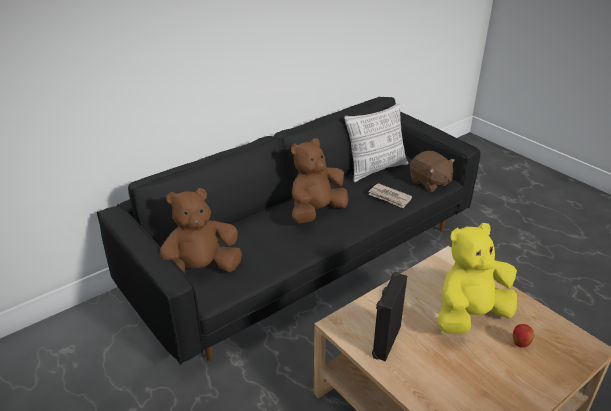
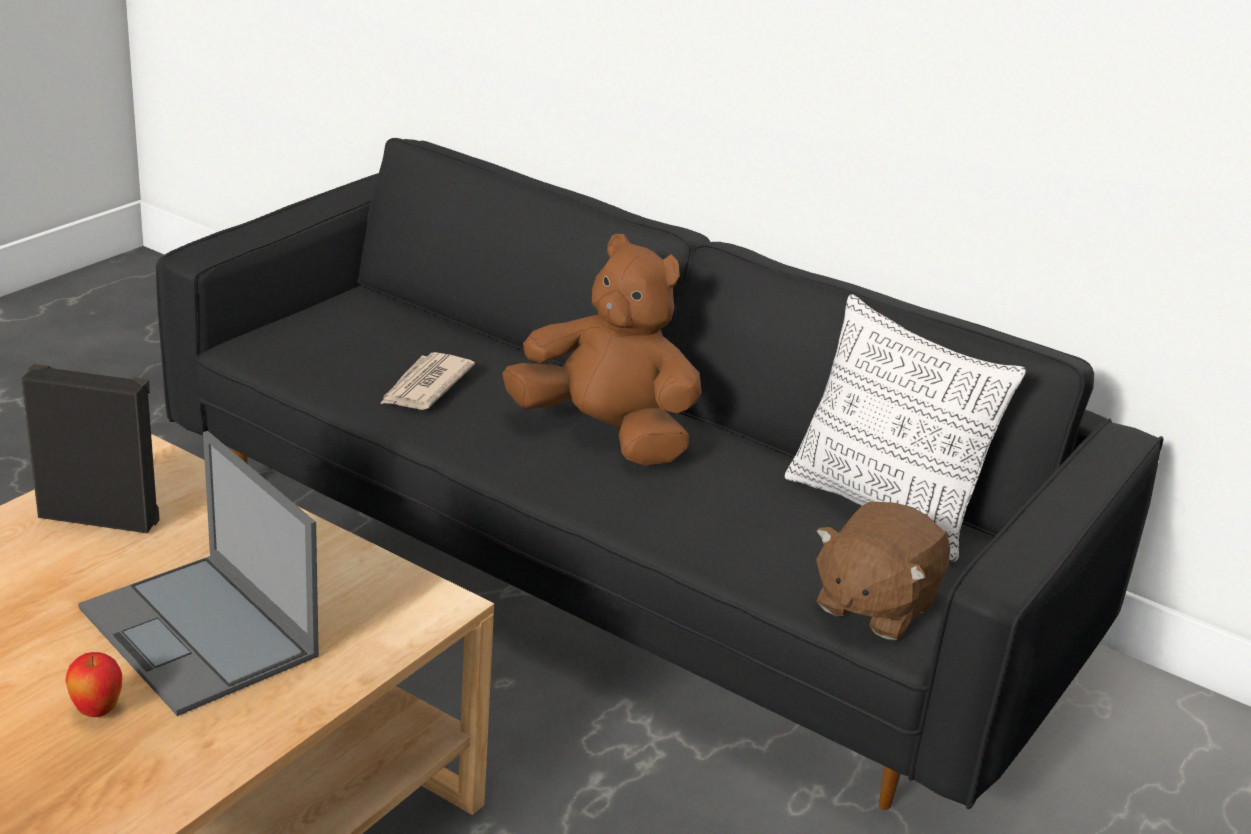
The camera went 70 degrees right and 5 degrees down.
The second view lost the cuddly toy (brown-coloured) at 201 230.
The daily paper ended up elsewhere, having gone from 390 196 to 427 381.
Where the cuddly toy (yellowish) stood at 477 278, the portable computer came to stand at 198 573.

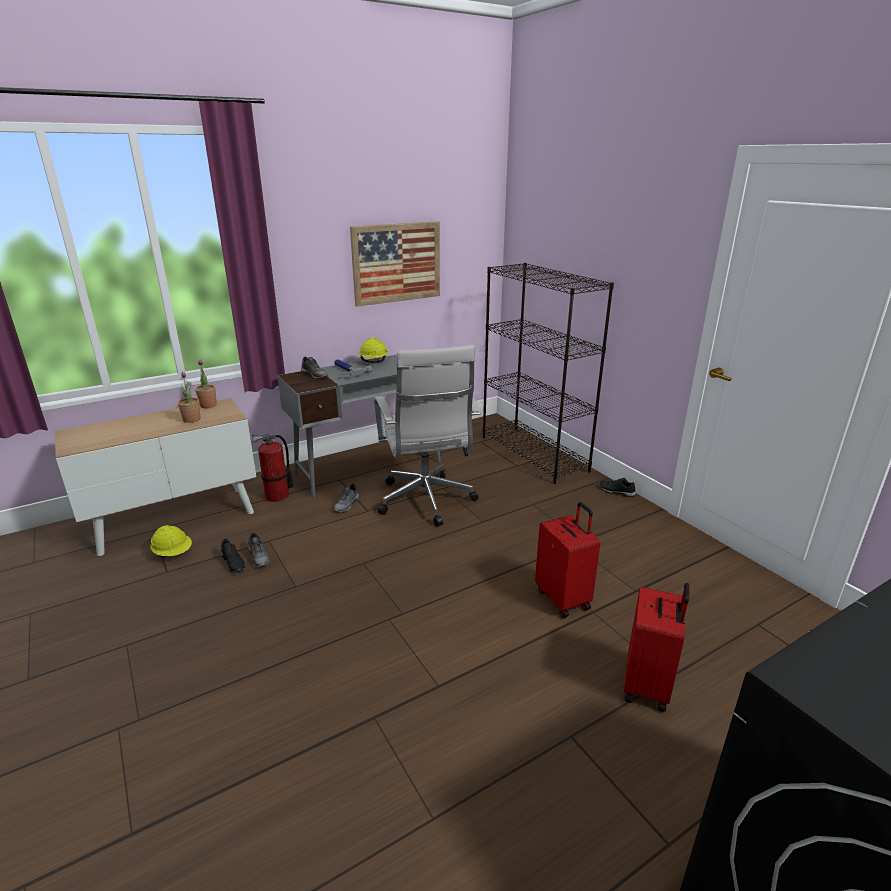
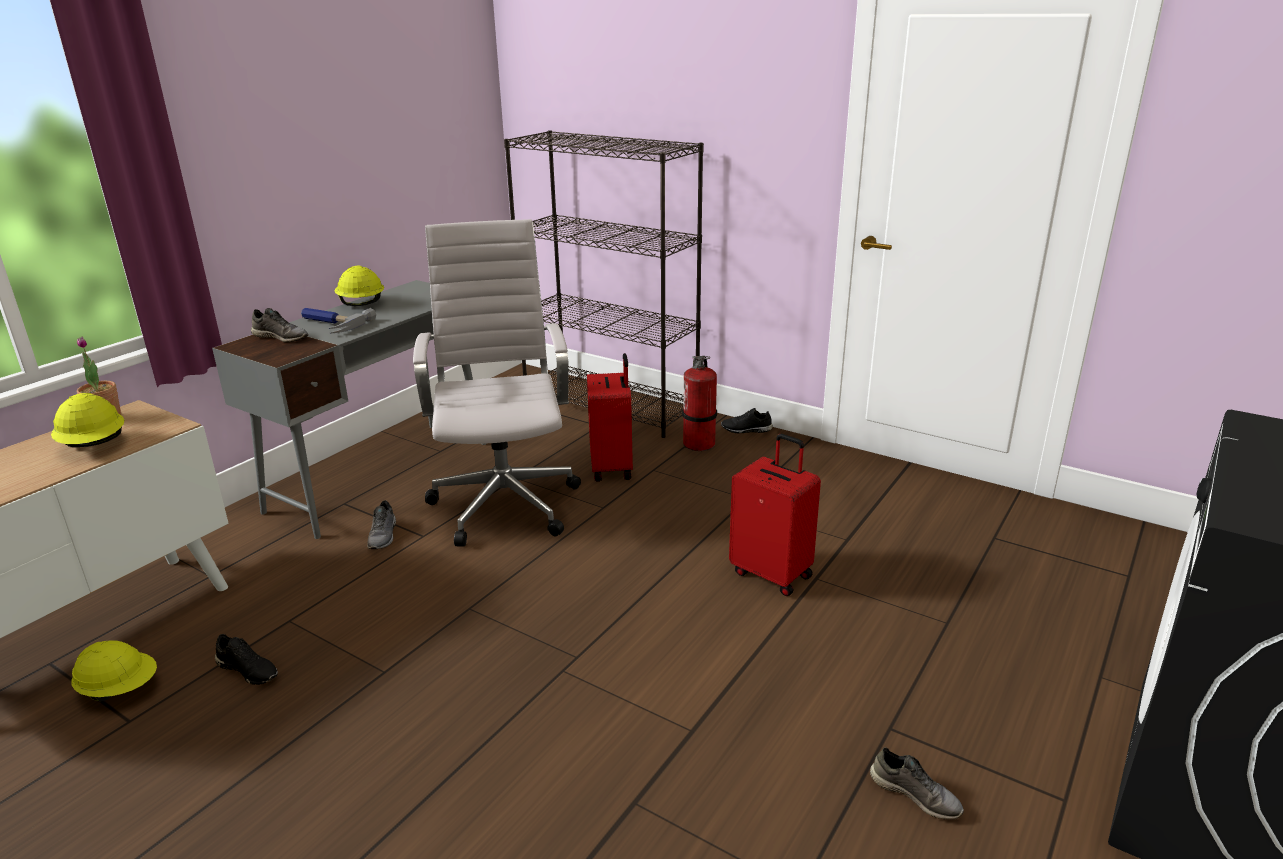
The camera went 25 degrees left and 0 degrees up.
The second view lost the wall picture at 395 264.
The item of footwear (greyish) ended up elsewhere, having gone from 259 550 to 917 783.
The fire-fighting cylinder ended up elsewhere, having gone from 272 468 to 699 403.
The suitcase (red-coloured) ended up elsewhere, having gone from 656 647 to 610 417.
Where the potted plant stood at 189 397, the hard hat (yellowish) came to stand at 87 420.
The computer chair (white-coloured) at 427 435 ended up facing another way, 150 degrees counterclockwise from before.

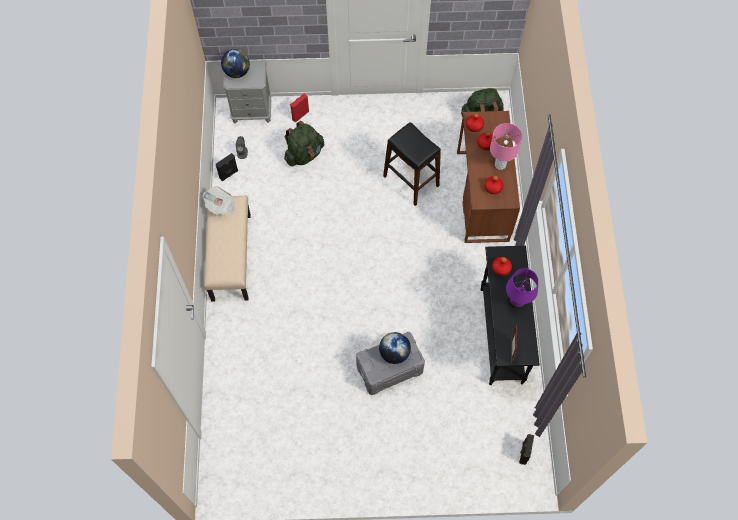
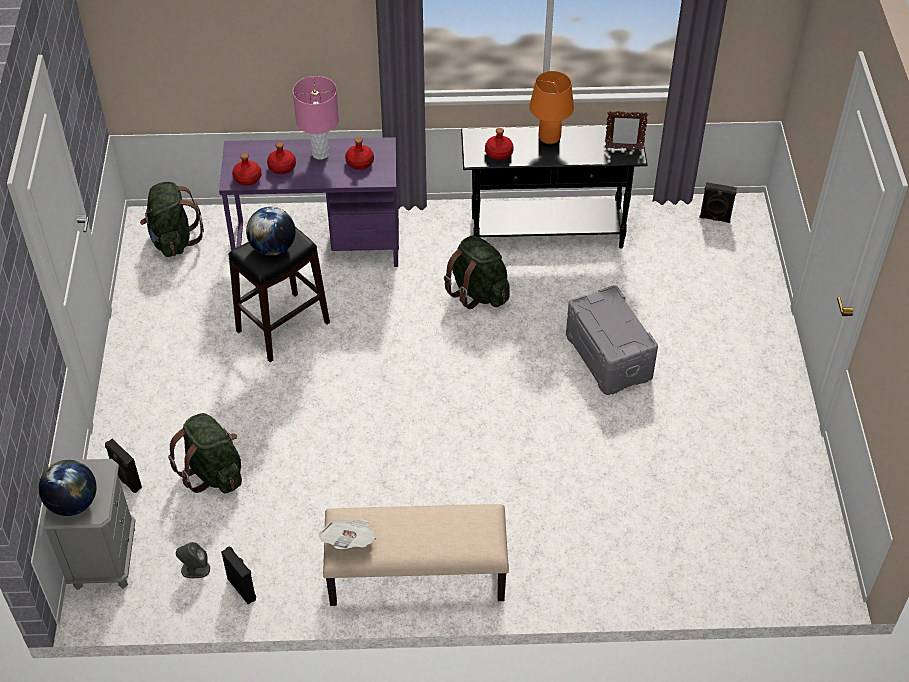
The camera went 90 degrees left and 15 degrees down.
The second view gained the knapsack (greenish) at 477 272.
The world globe ended up elsewhere, having gone from 395 348 to 271 231.
What was the speaker (red-coloured) at 299 108 turned into the speaker (black-coloured) at 123 466.
What was the desk (brown-coloured) at 488 177 turned into the desk (purple-coloured) at 309 202.
What was the table lamp (purple-coloured) at 522 288 turned into the table lamp (orange-coloured) at 551 109.

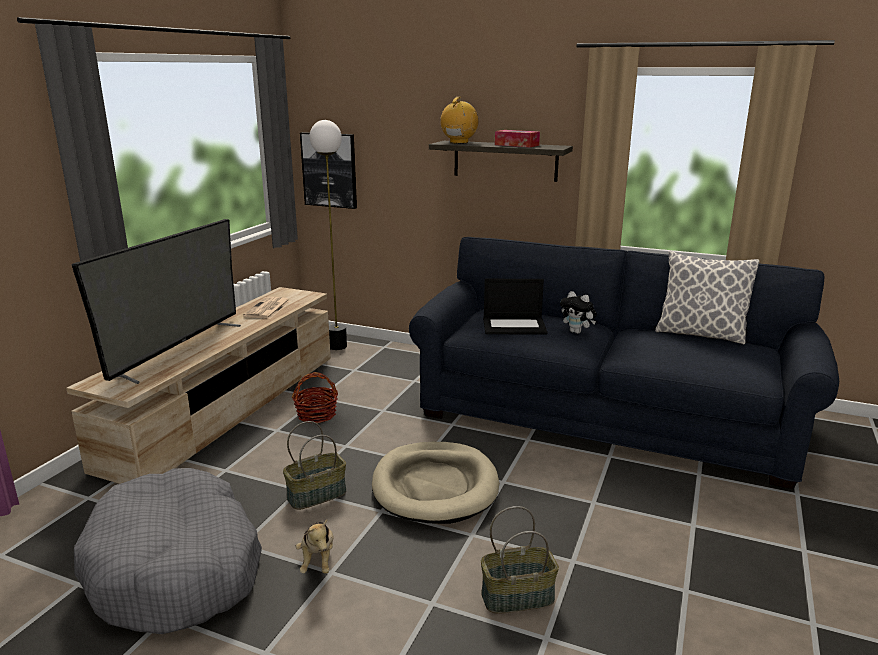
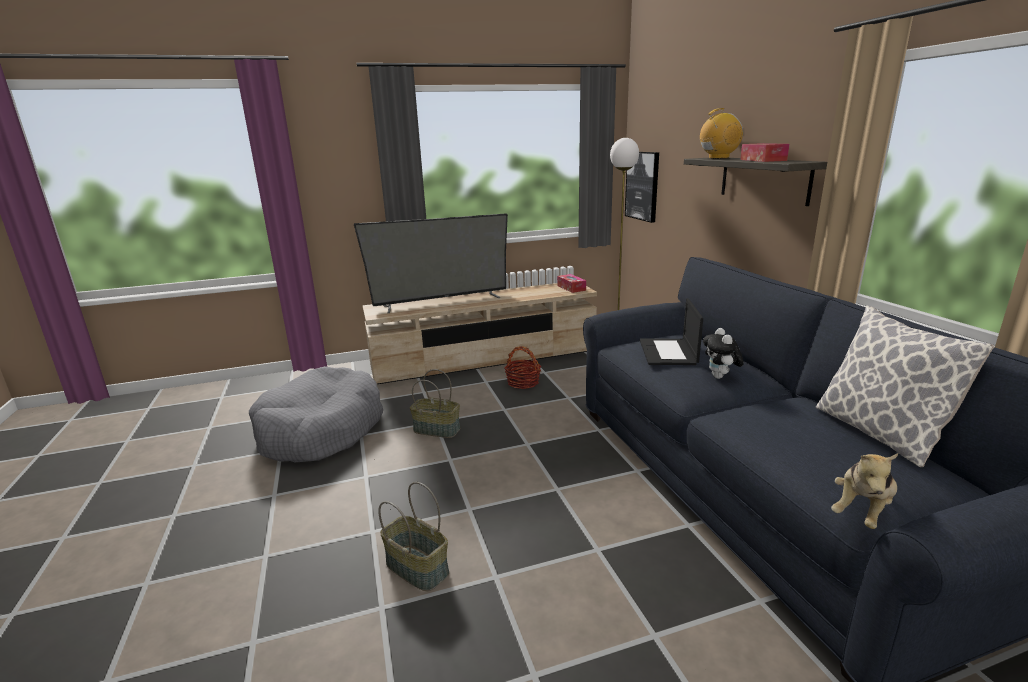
The camera went 50 degrees right and 0 degrees up.
The second view lost the daily paper at 267 308.
The second view lost the dog cushion (beige) at 435 483.
The second view gained the tissue box at 571 283.
The cuddly toy ended up elsewhere, having gone from 314 546 to 864 491.
The portable computer at 515 307 ended up facing another way, 45 degrees clockwise from before.

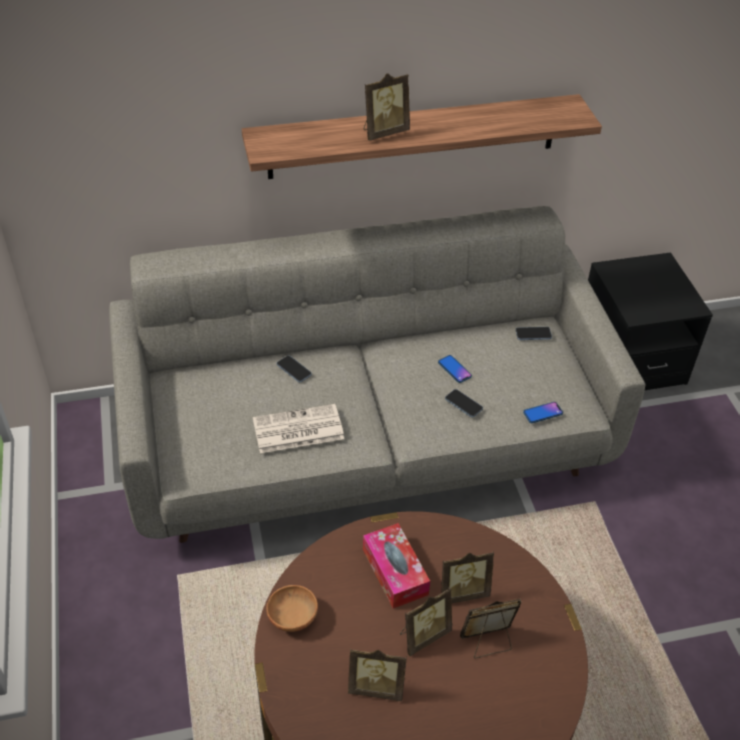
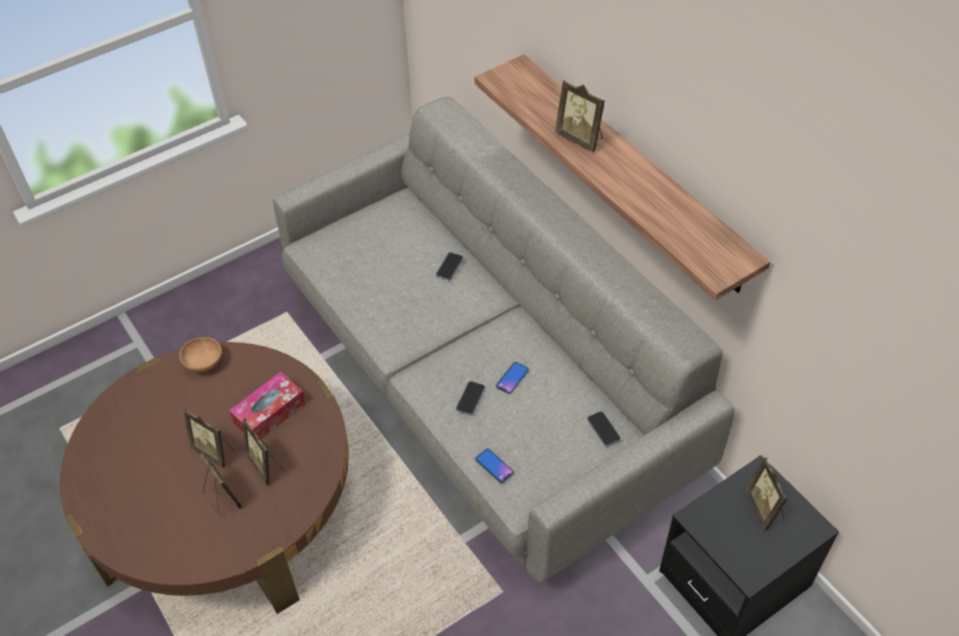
The camera went 70 degrees right and 5 degrees up.
The second view lost the daily paper at 298 428.
The standing frame ended up elsewhere, having gone from 377 675 to 766 494.

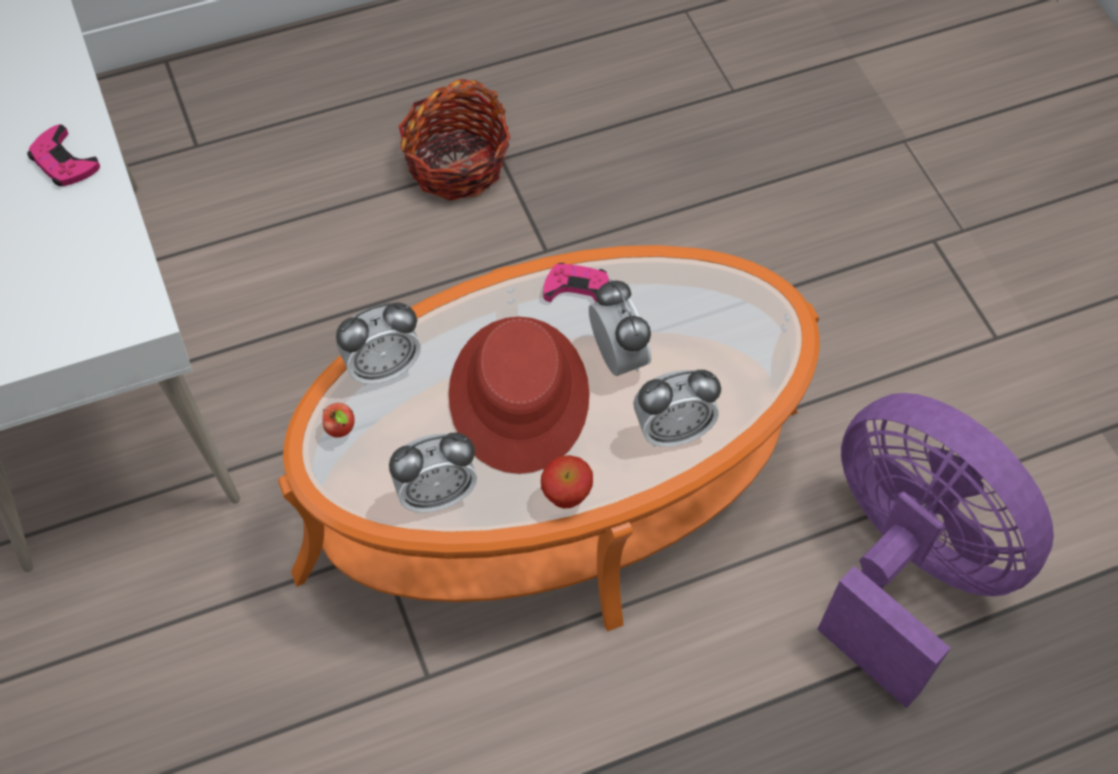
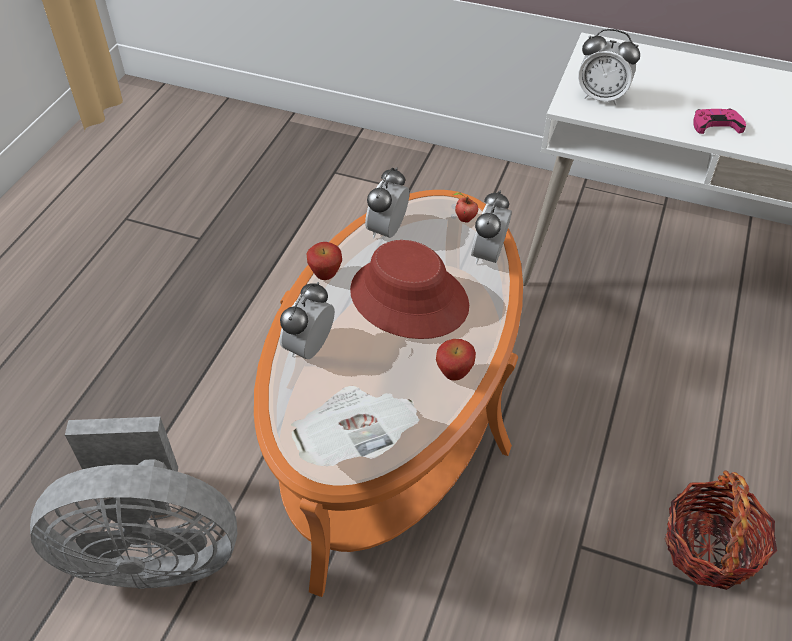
The camera went 135 degrees right and 10 degrees down.
The second view gained the daily paper at 355 426.
The bedside clock ended up elsewhere, having gone from 620 327 to 609 67.
Where the joypad (pink) stood at 576 283, the apple came to stand at 456 360.
What was the cooling fan (purple-coloured) at 935 550 turned into the cooling fan (greyish) at 134 503.

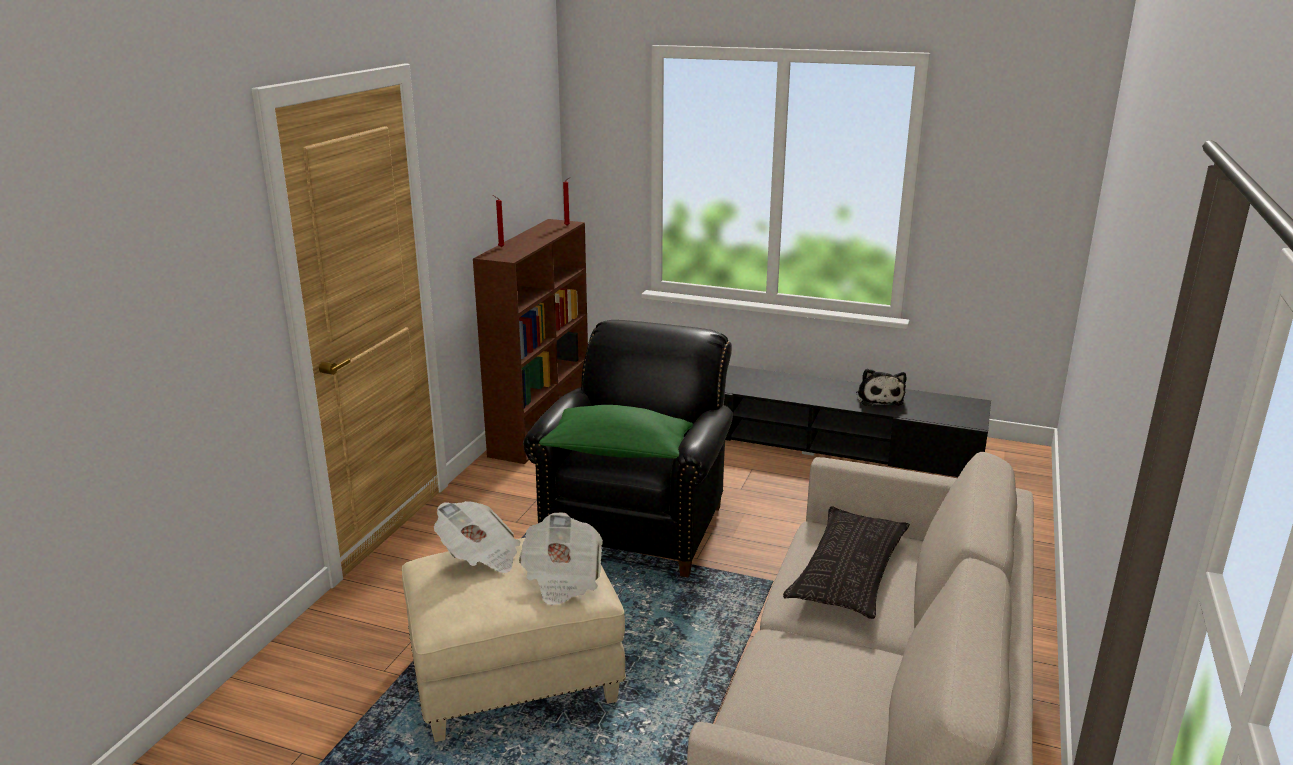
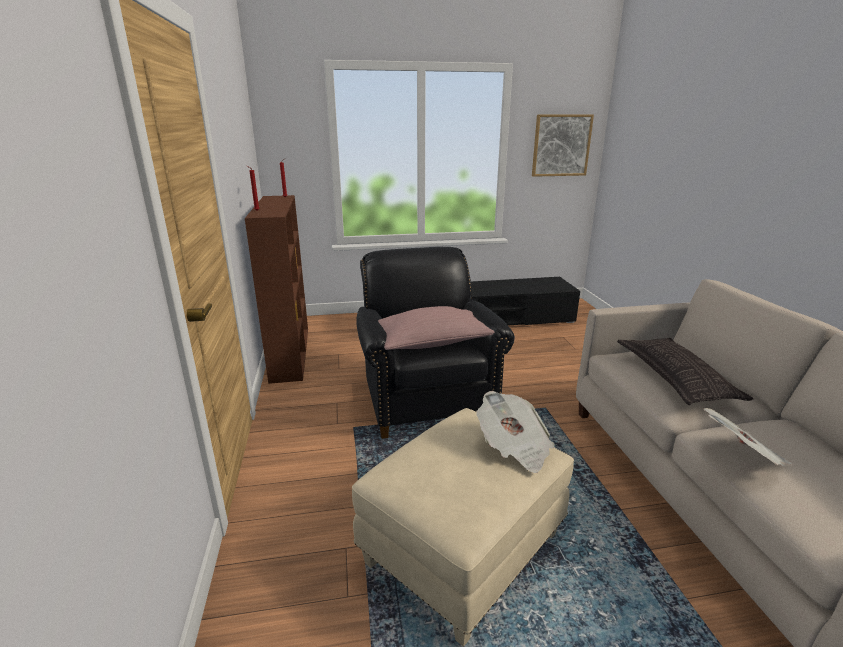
The camera went 30 degrees left and 0 degrees up.
The second view lost the cuddly toy at 881 387.
The second view gained the wall picture at 563 146.
The daily paper ended up elsewhere, having gone from 477 537 to 748 437.
What was the throw pillow (greenish) at 616 432 turned into the throw pillow (pink) at 436 328.

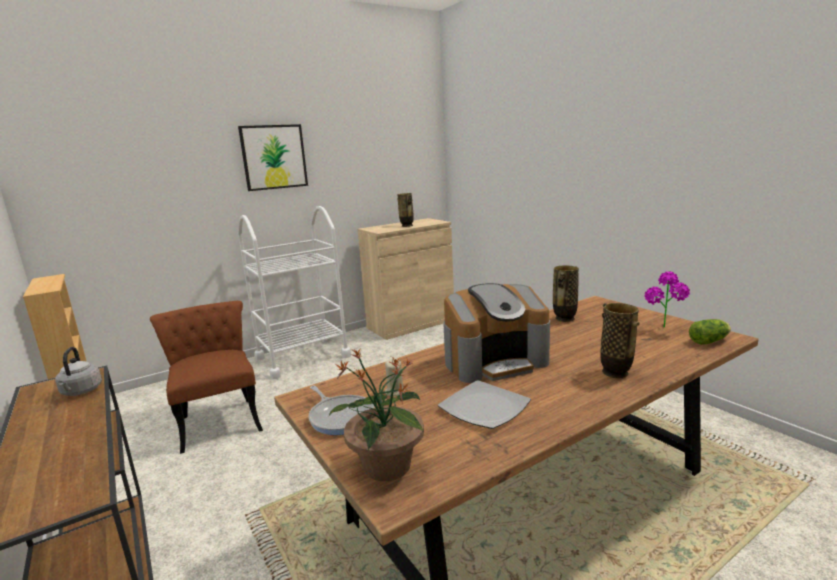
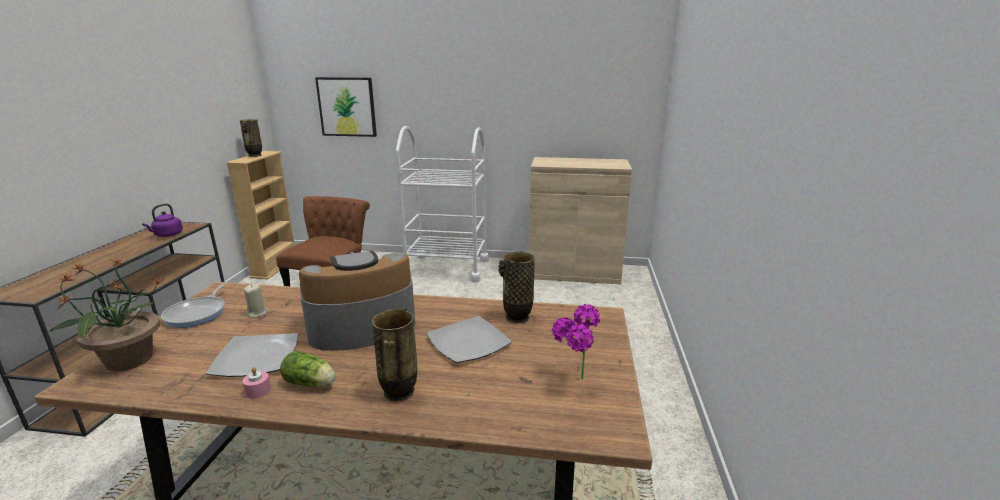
The camera went 40 degrees right and 5 degrees up.
The second view gained the wax candle (pink) at 256 383.
The second view gained the flat dish at 469 339.
The wall picture ended up elsewhere, having gone from 273 157 to 346 107.
The decorative vase ended up elsewhere, having gone from 406 210 to 251 138.
The lettuce head ended up elsewhere, having gone from 710 332 to 308 369.
What was the water kettle (greyish) at 78 371 turned into the water kettle (purple-coloured) at 162 220.
The coffee machine at 496 333 ended up facing another way, 135 degrees clockwise from before.

